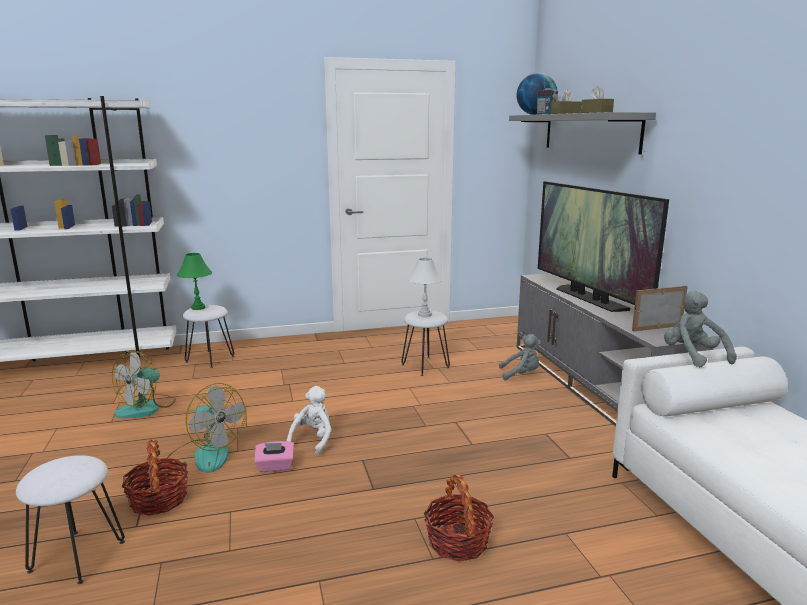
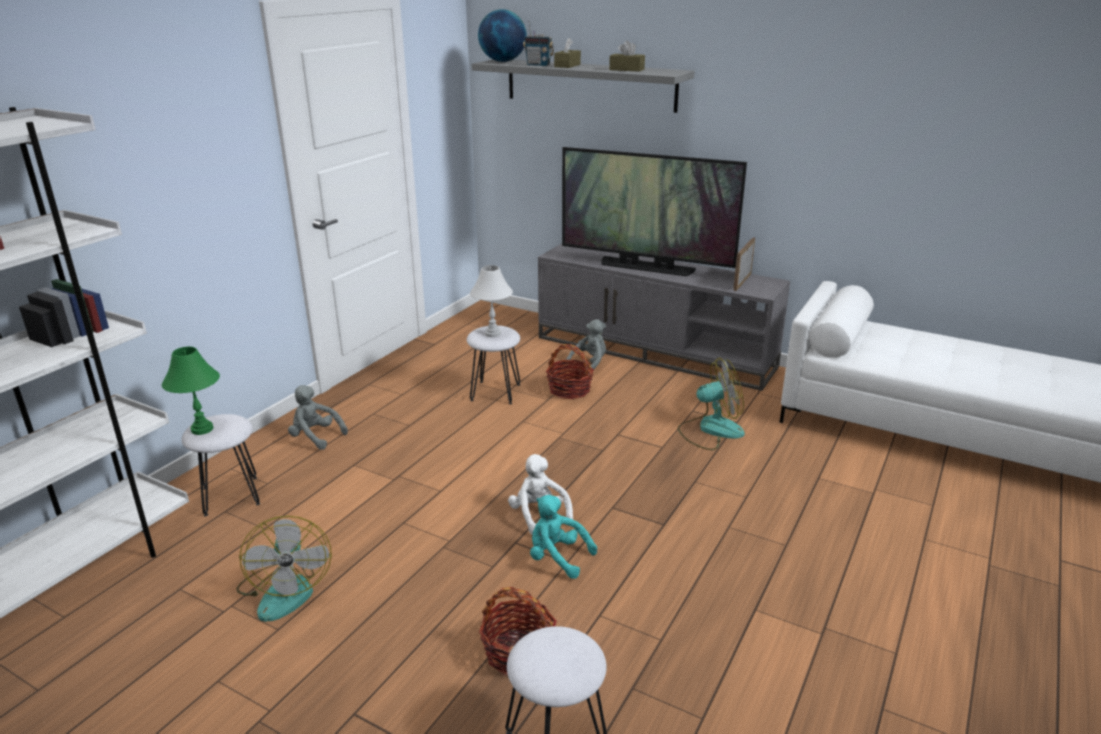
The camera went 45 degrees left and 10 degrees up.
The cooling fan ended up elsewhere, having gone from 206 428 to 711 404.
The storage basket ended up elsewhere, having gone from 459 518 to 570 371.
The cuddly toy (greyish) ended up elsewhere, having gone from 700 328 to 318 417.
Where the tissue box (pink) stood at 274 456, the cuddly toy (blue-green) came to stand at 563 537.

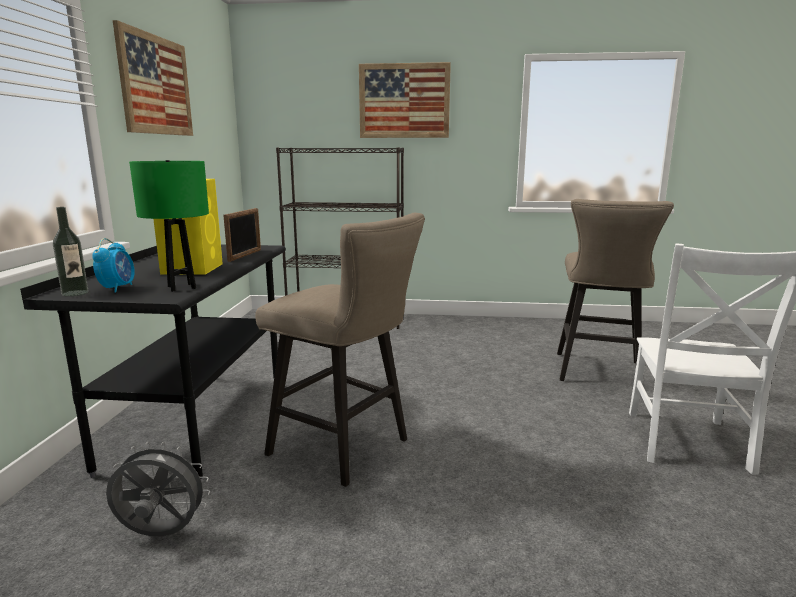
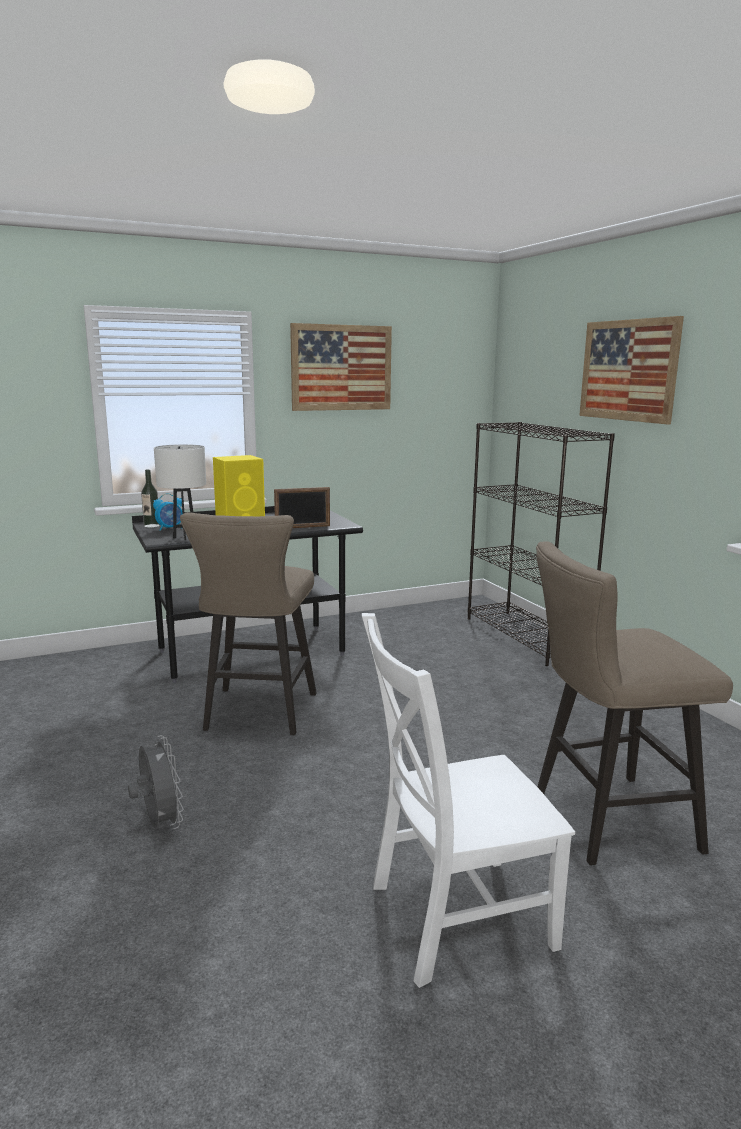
The camera went 60 degrees right and 0 degrees up.
The cooling fan (greyish) ended up elsewhere, having gone from 158 489 to 156 782.
What was the table lamp (greenish) at 169 226 turned into the table lamp (white-coloured) at 180 492.

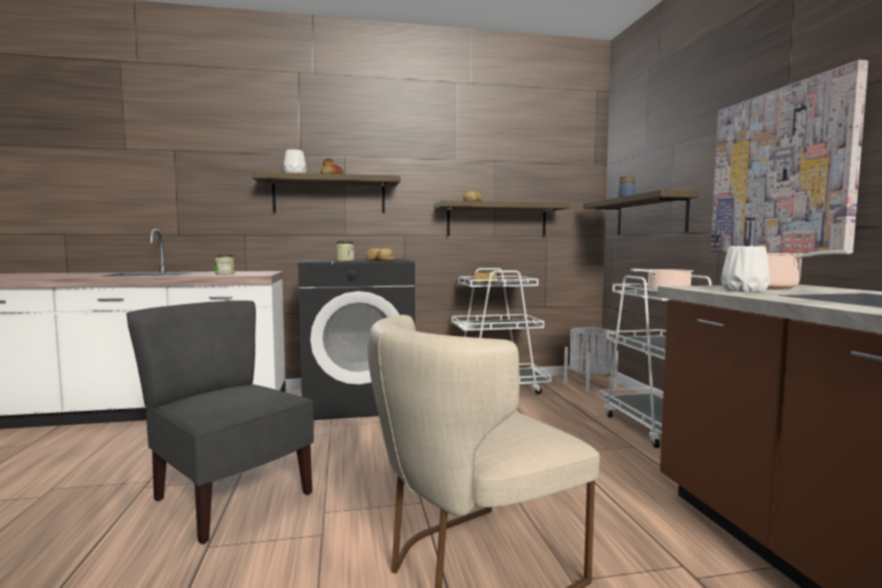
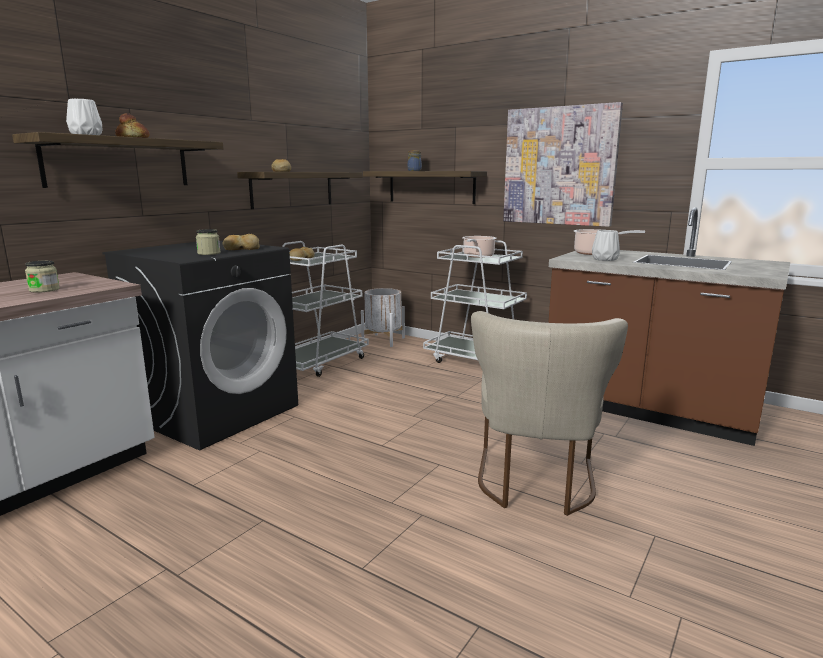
The camera went 45 degrees left and 10 degrees up.
The second view lost the upright chair (greyish) at 220 422.

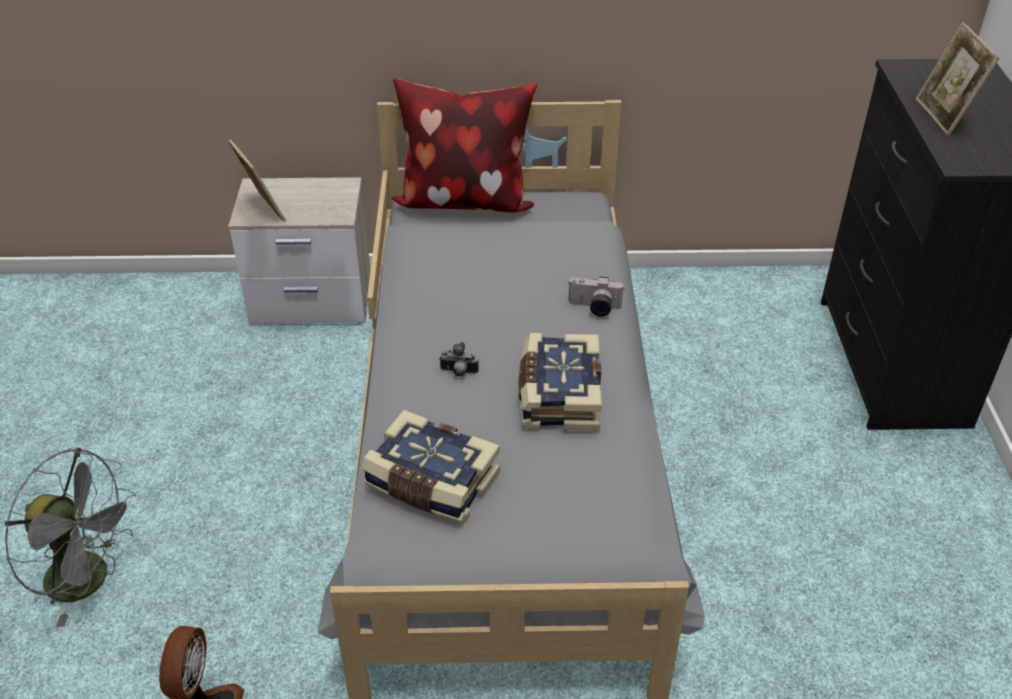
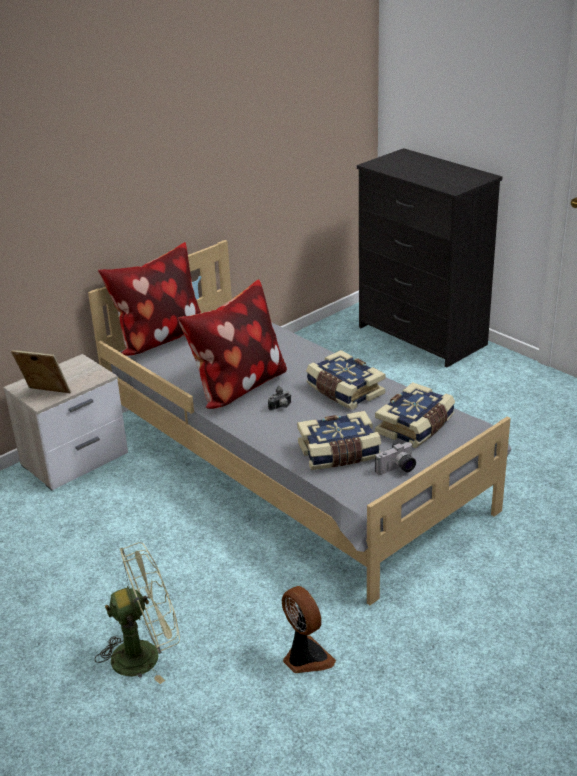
The camera went 40 degrees left and 10 degrees down.
The second view lost the standing frame at 957 79.
The second view gained the throw pillow at 232 344.
The second view gained the volume at 415 415.
The still camera ended up elsewhere, having gone from 596 296 to 395 458.
What was the cooling fan (greyish) at 70 537 turned into the cooling fan (greenish) at 137 613.

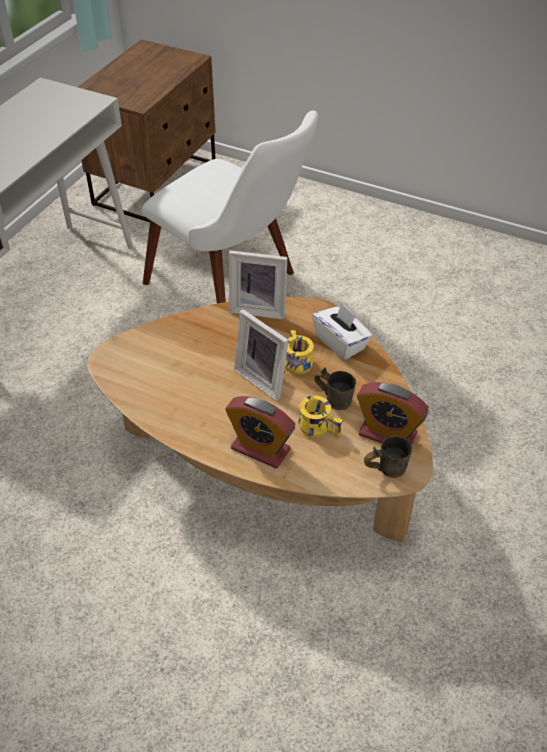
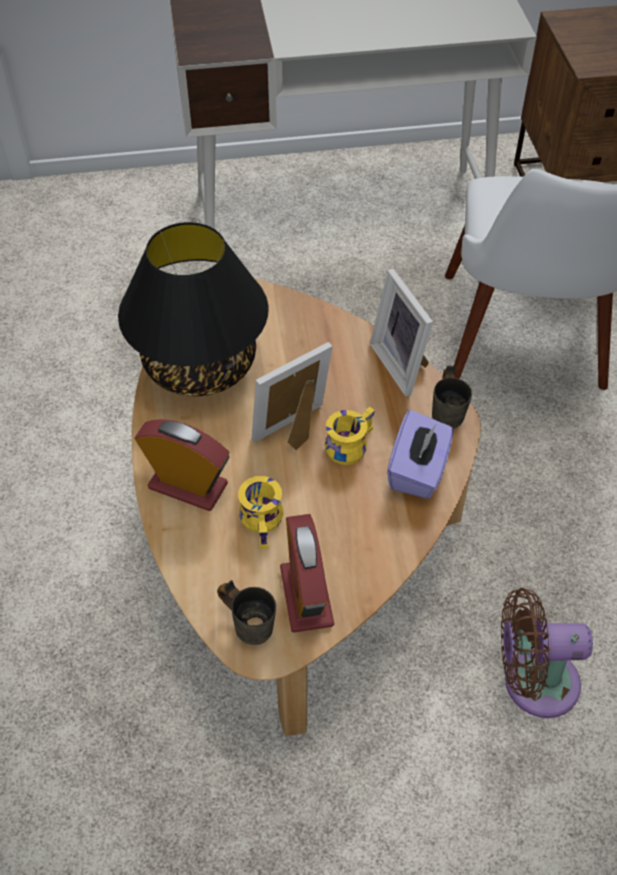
The camera went 55 degrees right and 5 degrees up.
The second view gained the table lamp (black-coloured) at 193 309.
The second view gained the cooling fan (brown-coloured) at 547 653.
The tea mug (greyish) ended up elsewhere, having gone from 335 388 to 452 397.
What was the tissue box (white-coloured) at 342 331 turned into the tissue box (purple-coloured) at 420 454.
The bedside clock at 260 432 ended up facing another way, 120 degrees clockwise from before.
The standing frame at 261 355 ended up facing another way, 45 degrees clockwise from before.

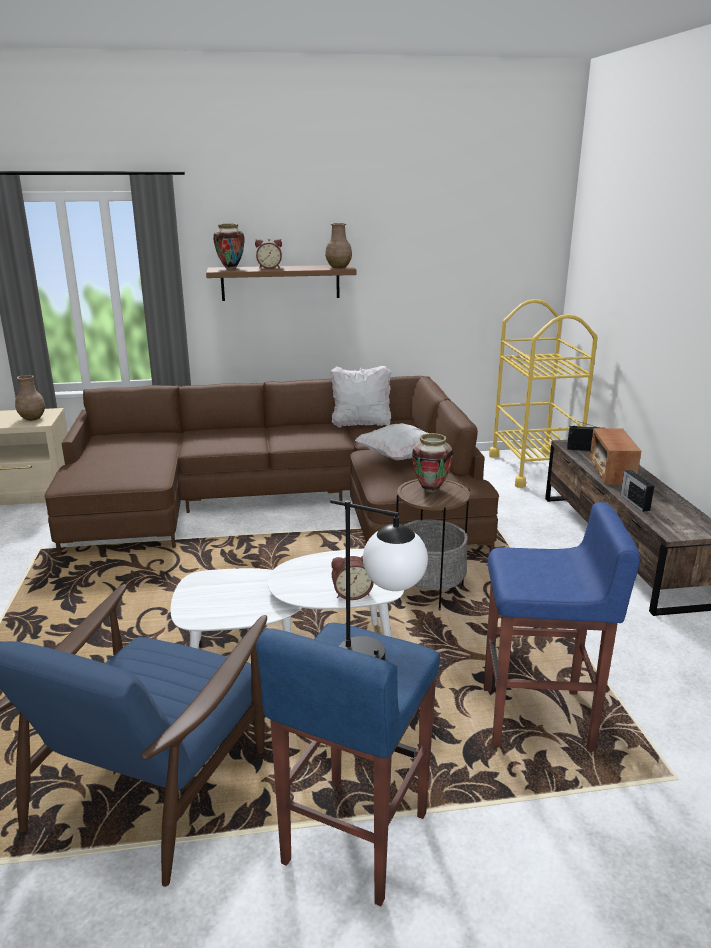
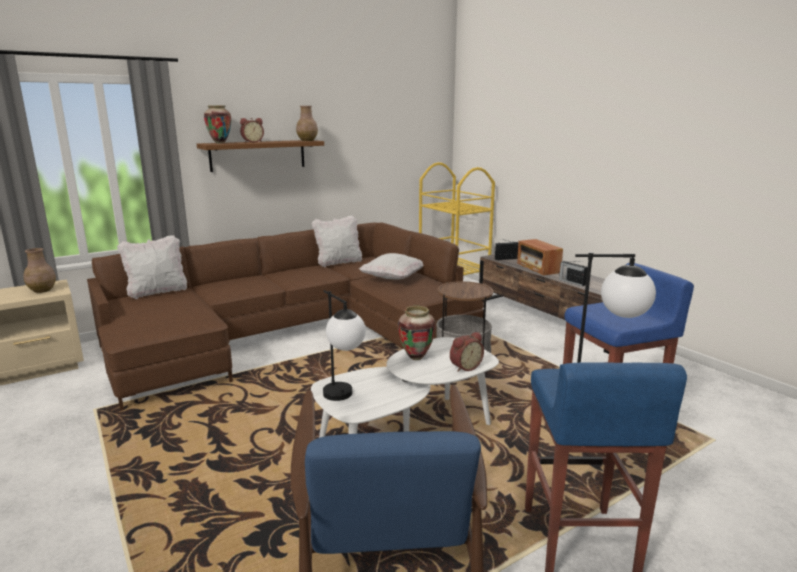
The camera went 25 degrees left and 5 degrees down.
The second view gained the throw pillow (white-coloured) at 152 267.
The second view gained the table lamp at 344 345.
The decorative vase ended up elsewhere, having gone from 432 463 to 417 333.

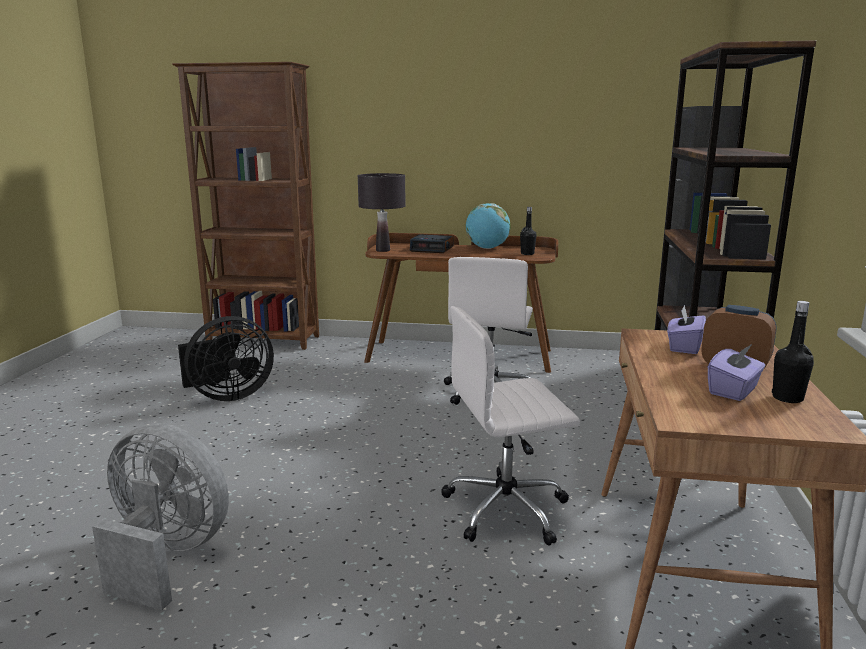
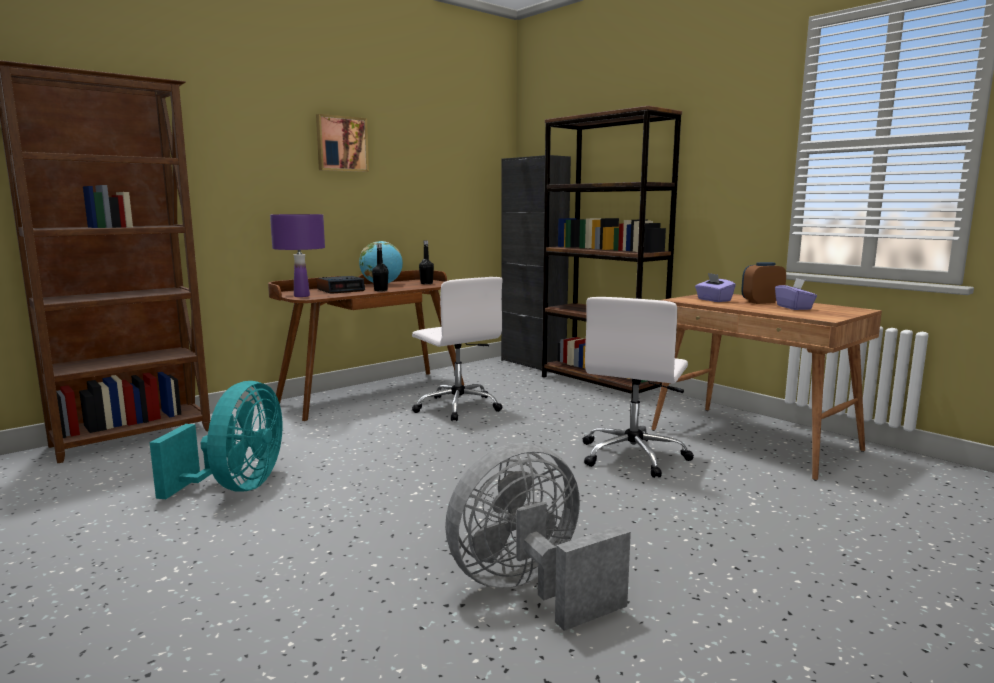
The camera went 50 degrees left and 5 degrees down.
The second view gained the wall picture at 342 143.
The bottle (black-coloured) ended up elsewhere, having gone from 793 352 to 380 267.
What was the cooling fan (black-coloured) at 226 358 turned into the cooling fan (blue-green) at 216 440.
What was the table lamp (black-coloured) at 382 212 turned into the table lamp (purple-coloured) at 297 255.

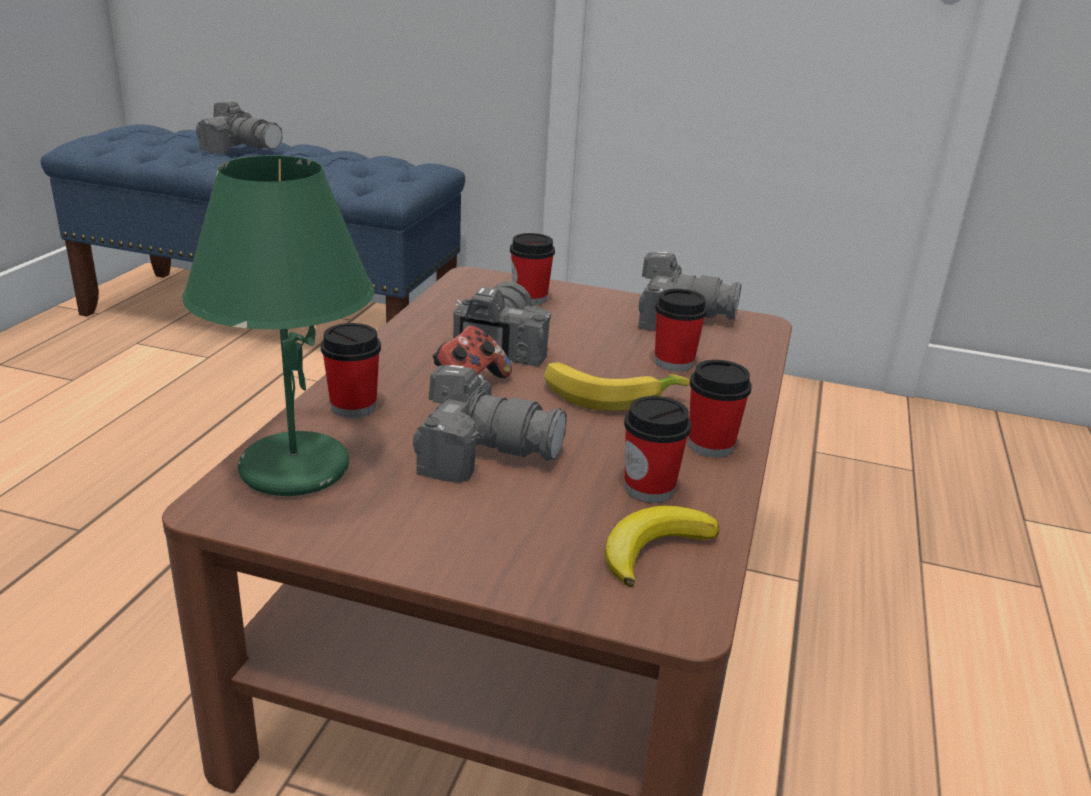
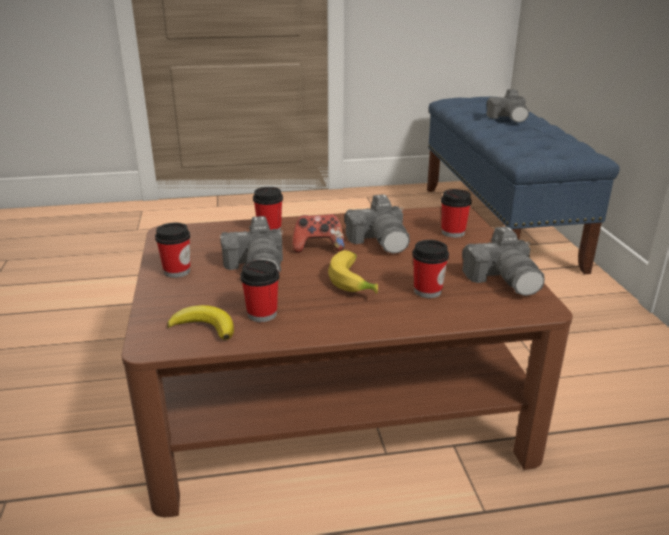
The camera went 65 degrees right and 0 degrees up.
The second view lost the table lamp (greenish) at 278 325.
The cup ended up elsewhere, having gone from 720 409 to 172 250.
The still camera at 502 324 ended up facing another way, 90 degrees clockwise from before.

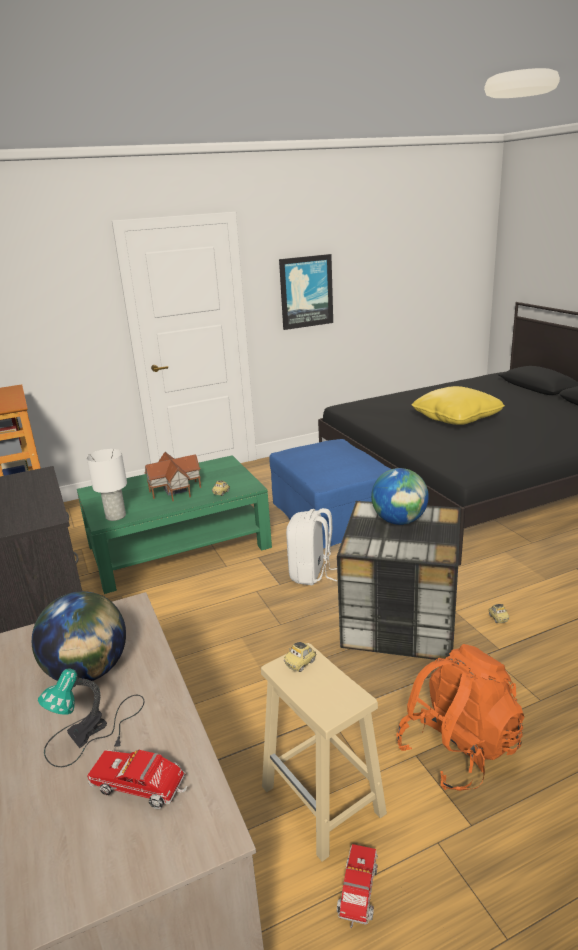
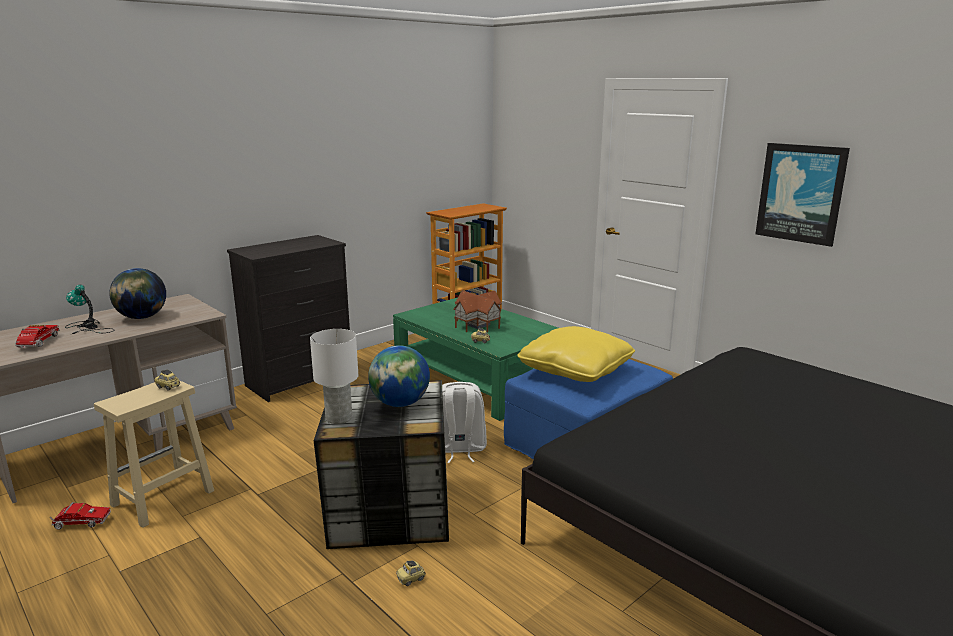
The camera went 70 degrees right and 5 degrees down.
The second view lost the knapsack (orange-coloured) at 460 717.
The table lamp (white-coloured) ended up elsewhere, having gone from 107 485 to 334 376.
The throw pillow (yellowish) ended up elsewhere, having gone from 458 405 to 576 354.

